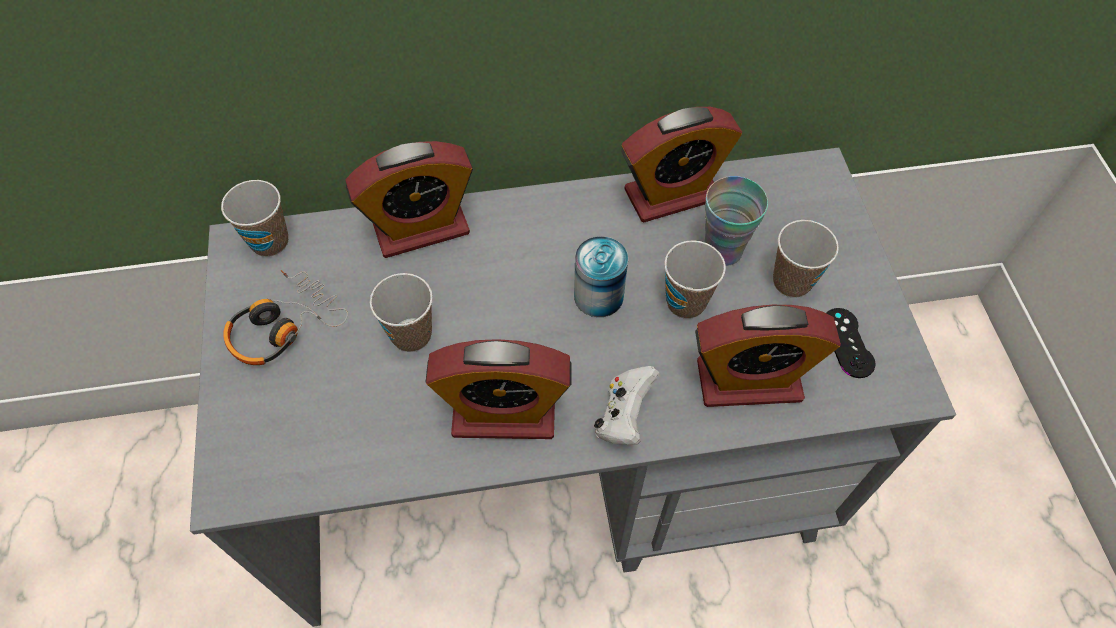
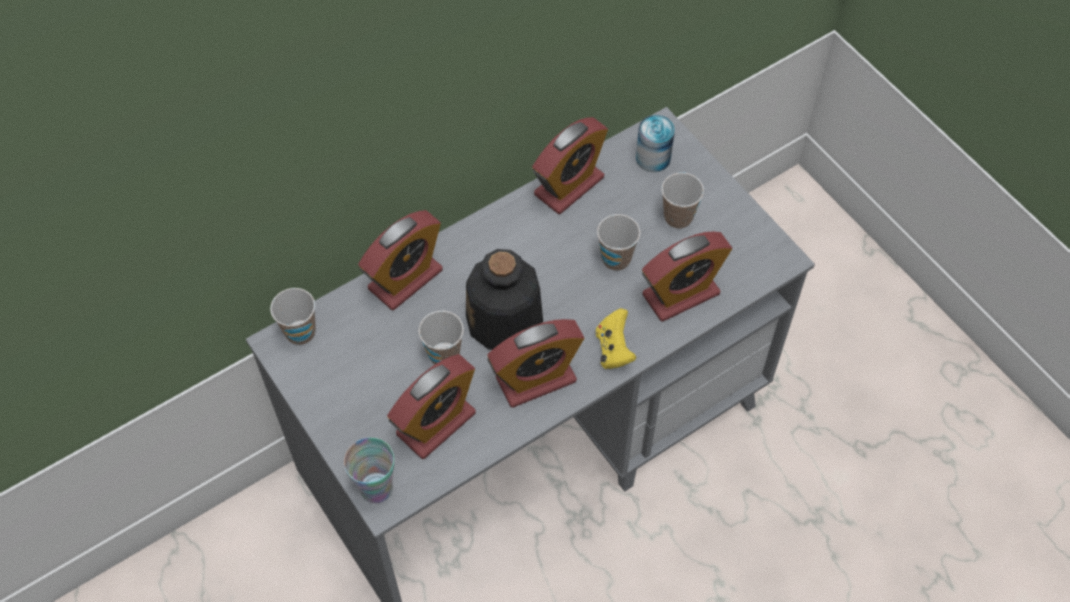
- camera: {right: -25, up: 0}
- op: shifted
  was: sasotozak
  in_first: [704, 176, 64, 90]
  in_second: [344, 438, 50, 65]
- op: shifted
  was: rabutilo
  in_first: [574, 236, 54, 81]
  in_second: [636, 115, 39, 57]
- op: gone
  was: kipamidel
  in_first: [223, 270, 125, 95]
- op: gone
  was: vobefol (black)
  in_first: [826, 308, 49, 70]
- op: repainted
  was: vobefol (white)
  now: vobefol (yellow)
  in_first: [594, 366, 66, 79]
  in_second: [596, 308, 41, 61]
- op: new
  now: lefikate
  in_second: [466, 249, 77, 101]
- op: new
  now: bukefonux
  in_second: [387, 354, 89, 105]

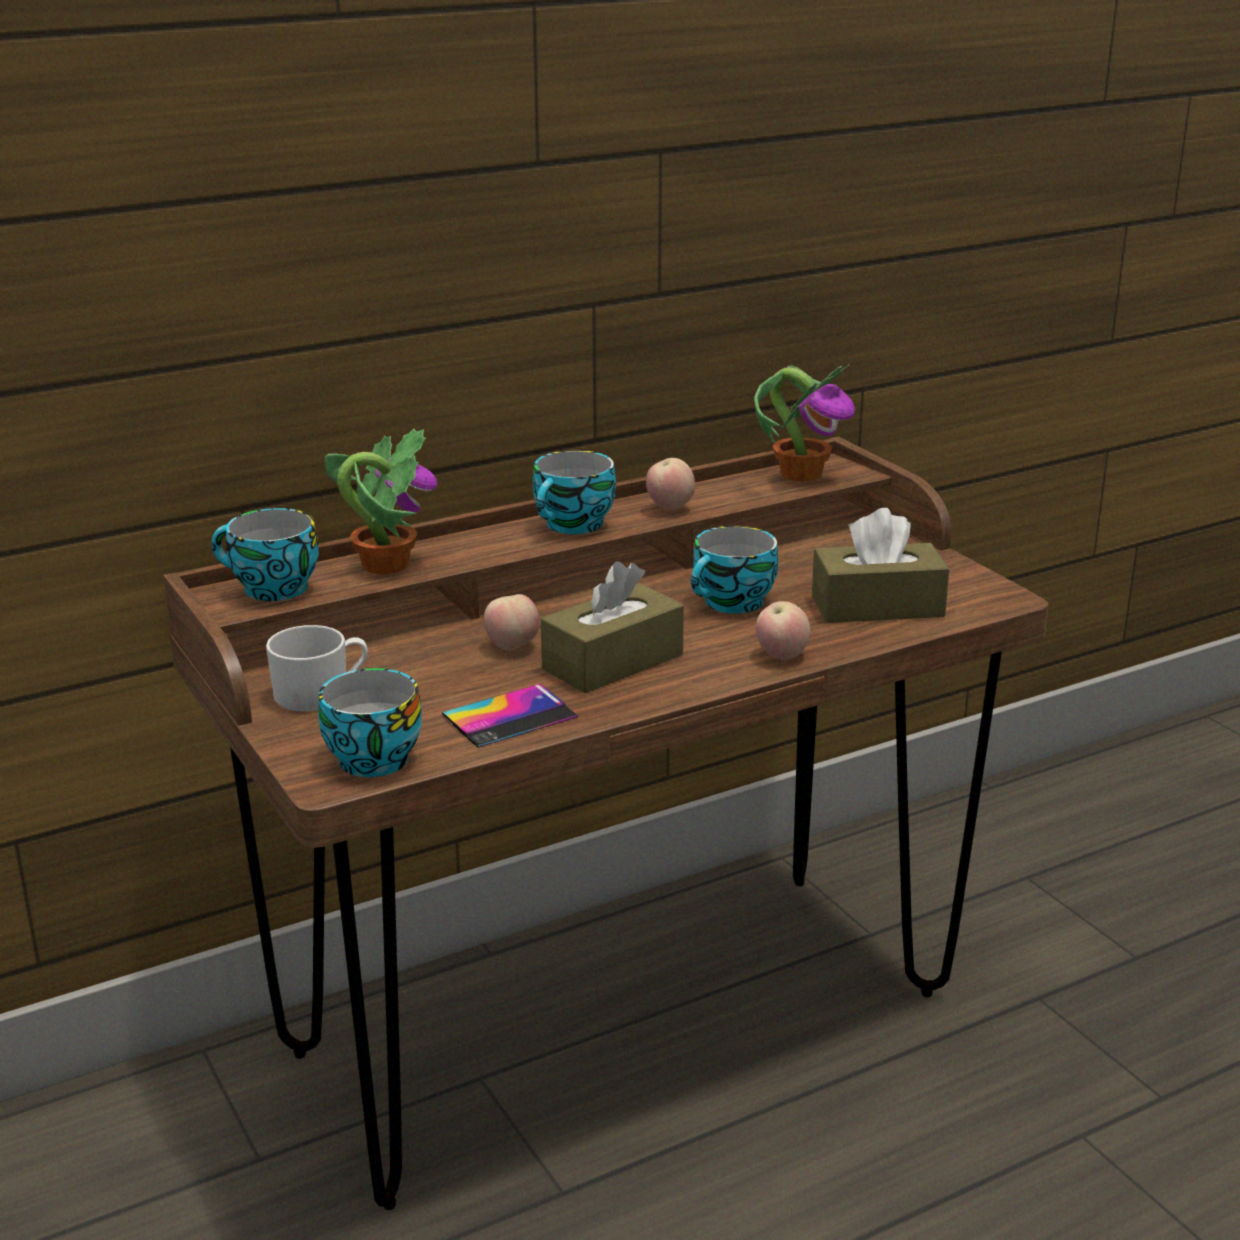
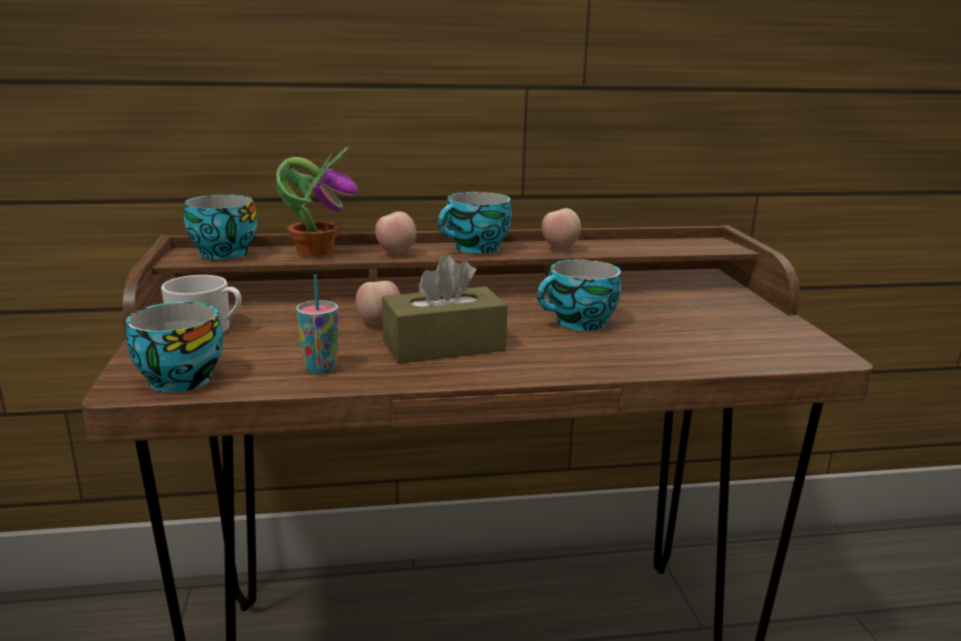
- camera: {right: 20, up: -5}
- op: gone
  was: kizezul
  in_first: [754, 364, 101, 117]
- op: gone
  was: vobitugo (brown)
  in_first: [812, 508, 137, 115]
- op: shifted
  was: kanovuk
  in_first: [756, 601, 55, 59]
  in_second: [375, 211, 41, 43]
- op: swapped
  was: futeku
  now: sasotozak
  in_first: [442, 684, 136, 64]
  in_second: [296, 275, 42, 99]

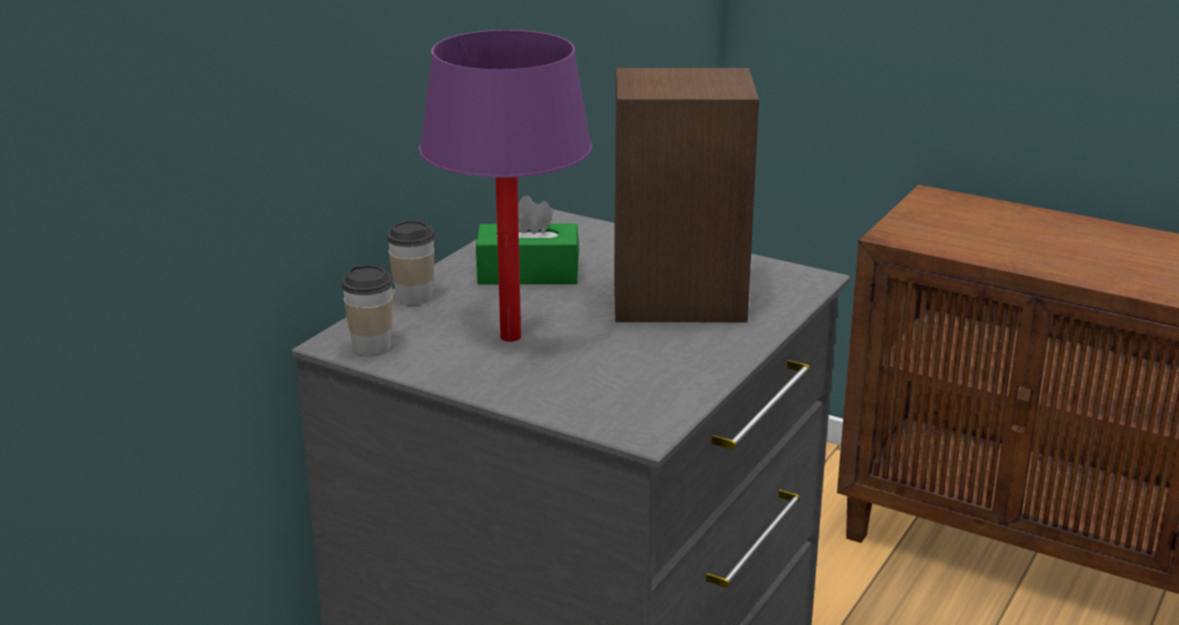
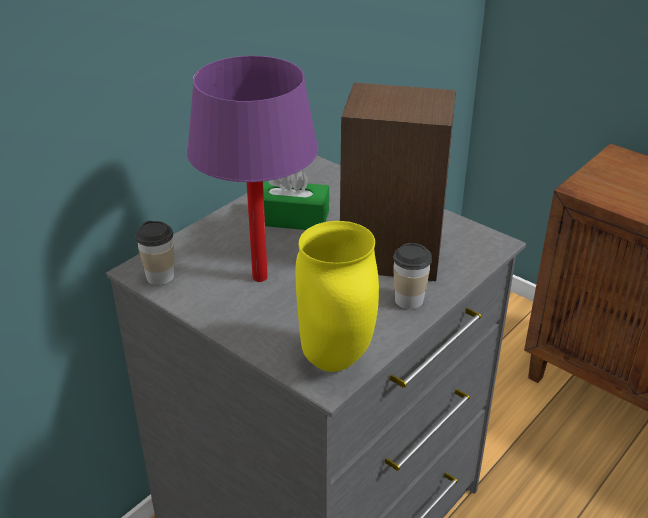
- camera: {right: 10, up: 10}
- op: shifted
  was: sasotozak
  in_first: [387, 221, 48, 84]
  in_second: [393, 243, 39, 66]
- op: new
  now: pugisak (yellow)
  in_second: [296, 221, 83, 151]

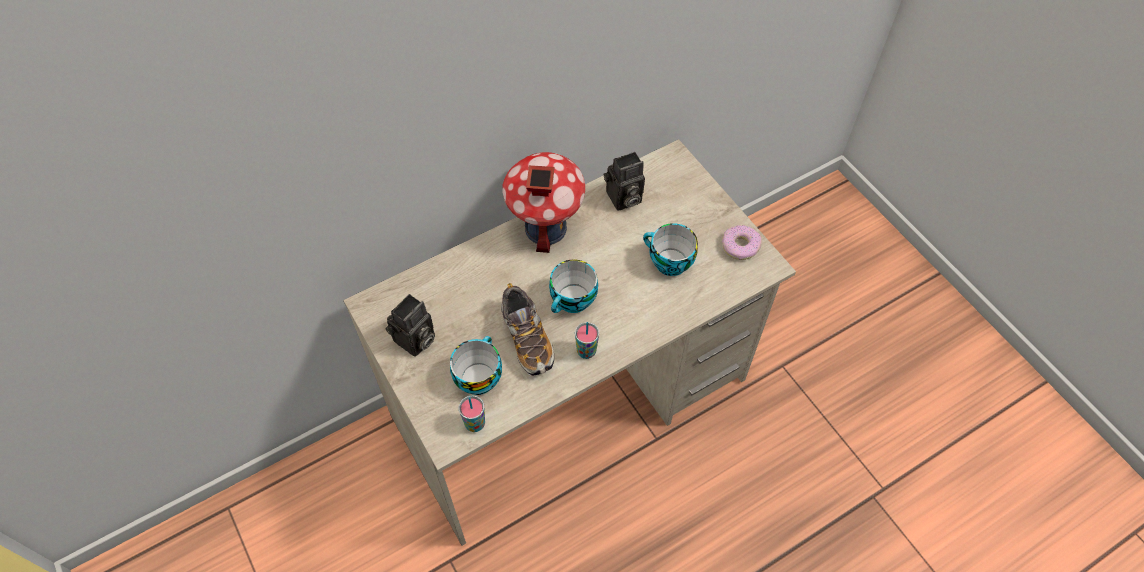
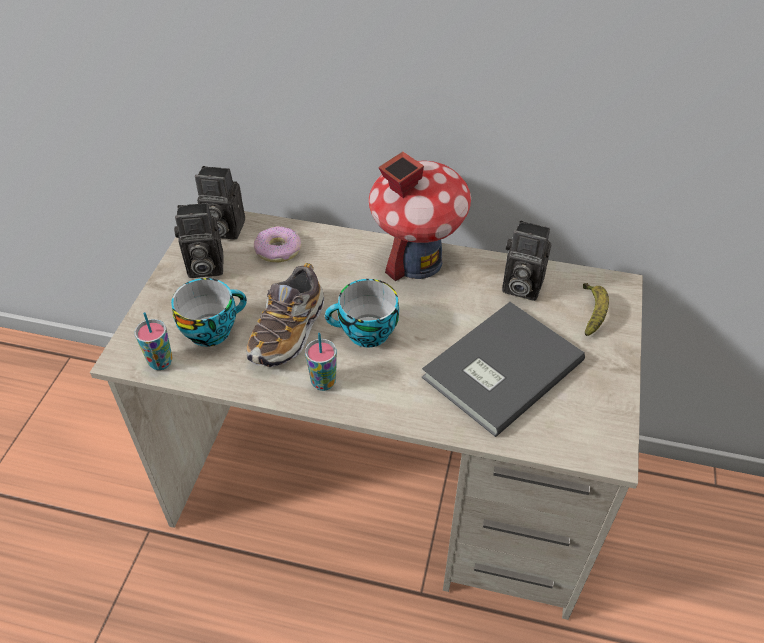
- camera: {right: 45, up: -10}
- op: swapped
  was: sasotozak
  now: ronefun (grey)
  in_first: [643, 223, 55, 53]
  in_second: [422, 302, 163, 135]
- op: shifted
  was: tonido
  in_first: [722, 225, 40, 35]
  in_second: [254, 226, 47, 36]
- op: new
  now: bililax
  in_second: [195, 166, 50, 74]
- op: new
  now: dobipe
  in_second: [583, 283, 26, 53]

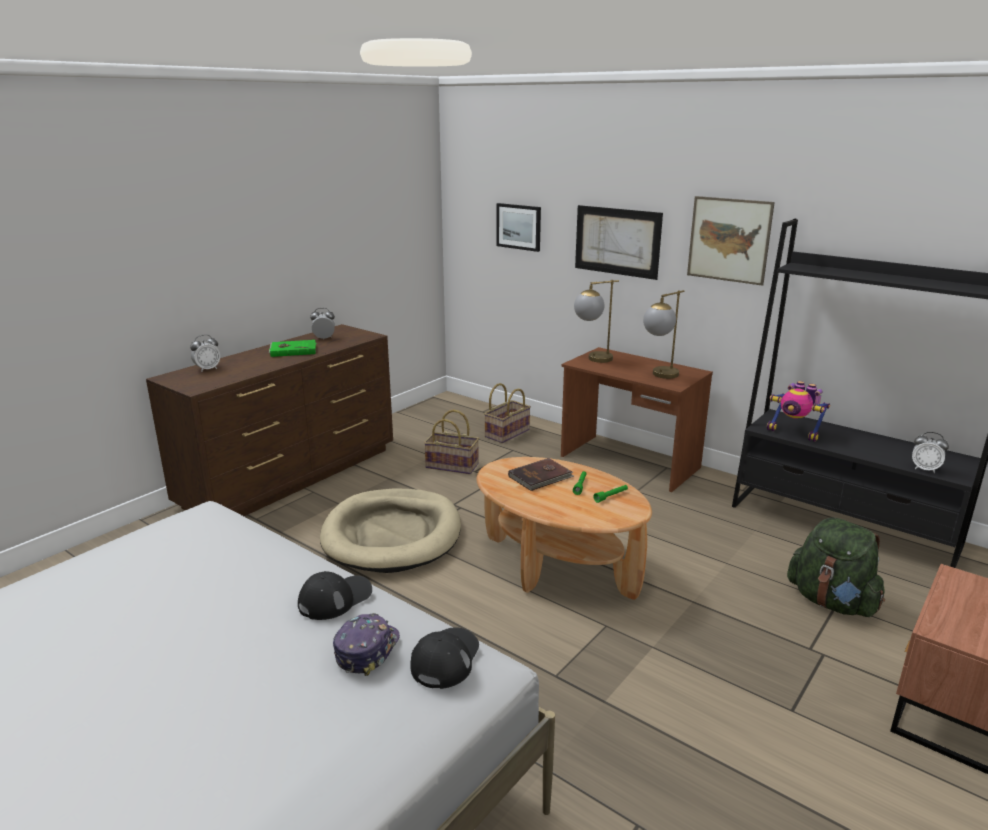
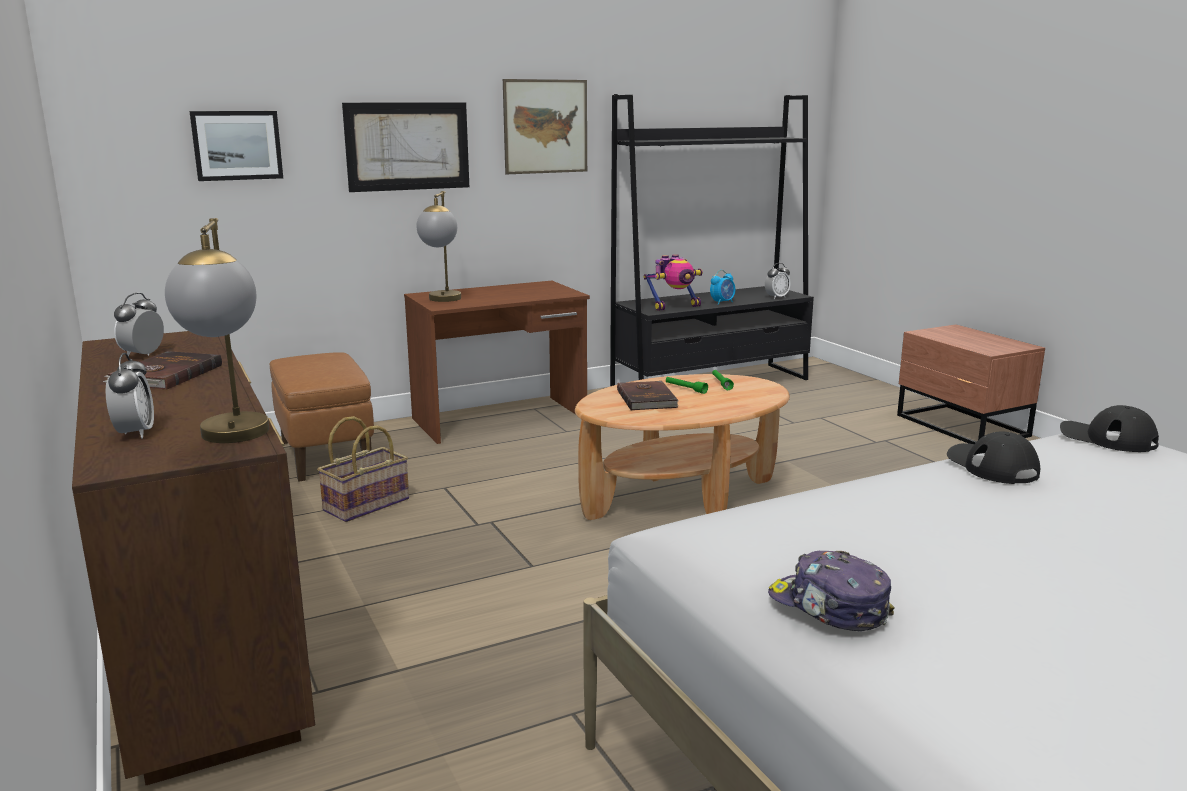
- camera: {right: -65, up: -5}
- op: shifted
  was: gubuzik
  in_first: [643, 290, 41, 89]
  in_second: [165, 218, 104, 225]
- op: repainted
  was: ronefun (green)
  now: ronefun (brown)
  in_first: [269, 340, 47, 17]
  in_second: [103, 351, 119, 39]
- op: swapped
  was: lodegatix
  now: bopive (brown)
  in_first: [484, 383, 47, 60]
  in_second: [270, 352, 104, 129]
- op: gone
  was: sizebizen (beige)
  in_first: [320, 489, 141, 84]
- op: gone
  was: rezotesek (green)
  in_first: [787, 518, 98, 99]
- op: shifted
  was: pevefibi
  in_first: [333, 613, 67, 63]
  in_second: [768, 551, 127, 80]
- op: new
  now: bukefonux
  in_second: [710, 270, 25, 35]

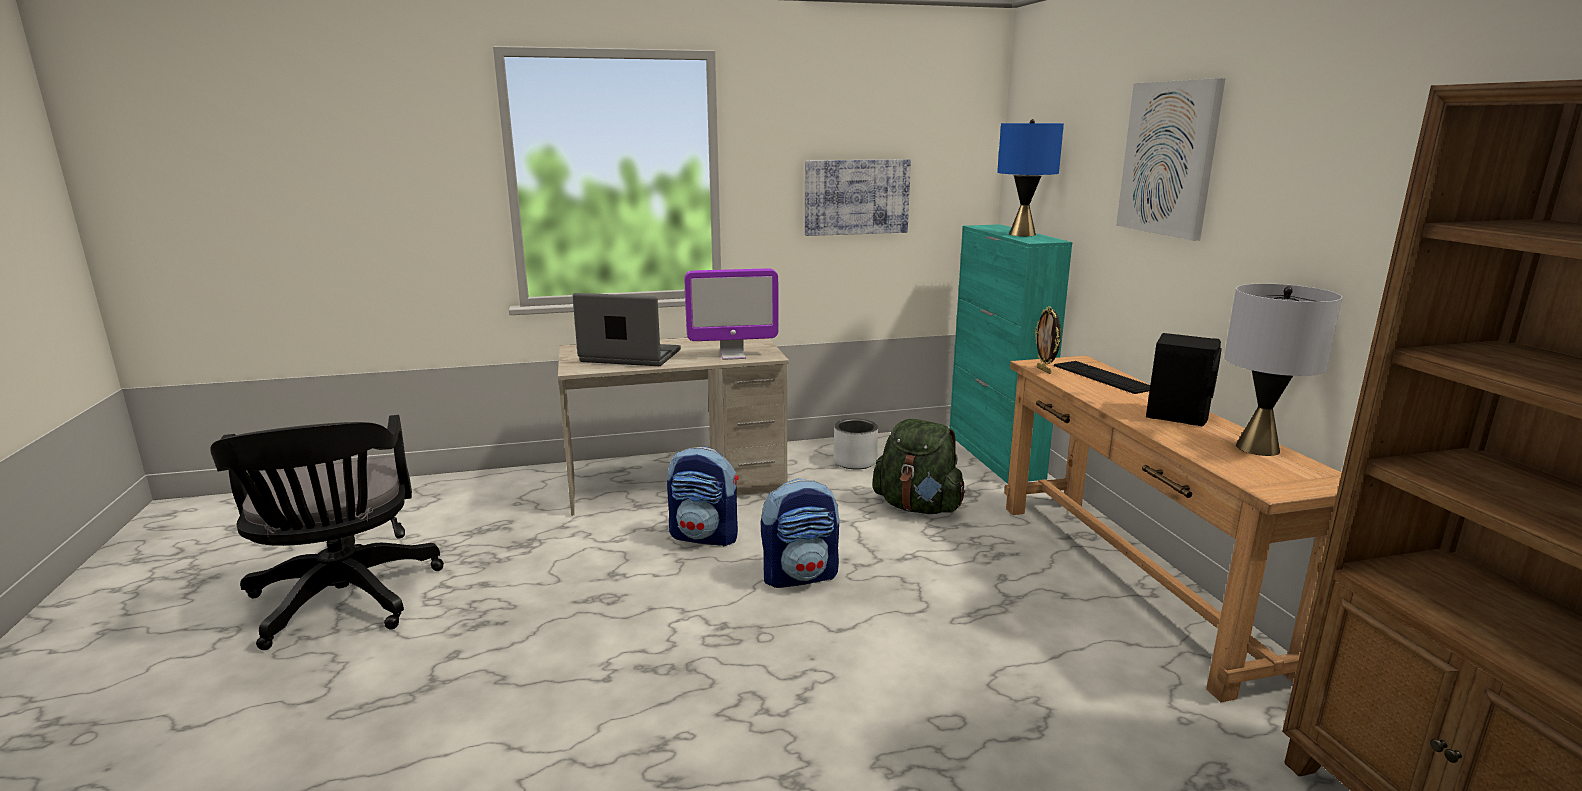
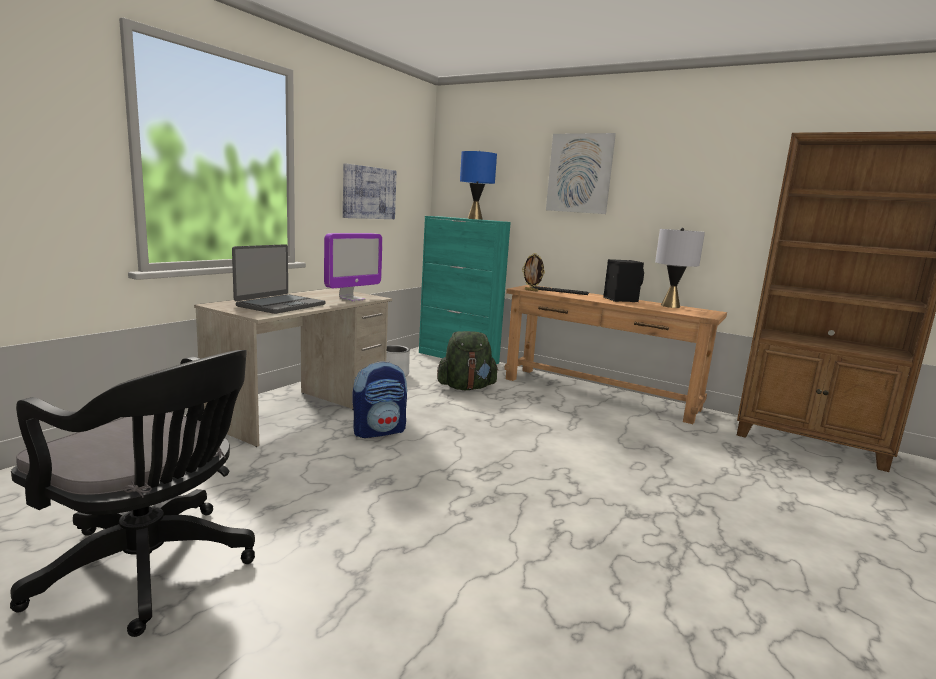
- camera: {right: -45, up: -5}
- op: rotated
  was: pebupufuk
  in_first: [573, 293, 108, 73]
  in_second: [232, 244, 94, 70]
  clockwise: 150
- op: gone
  was: rezotesek
  in_first: [761, 479, 78, 109]

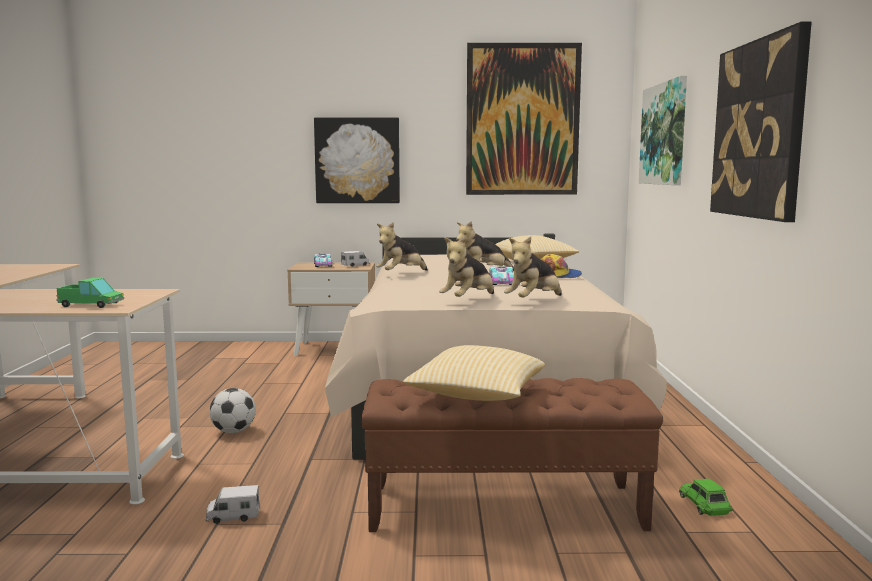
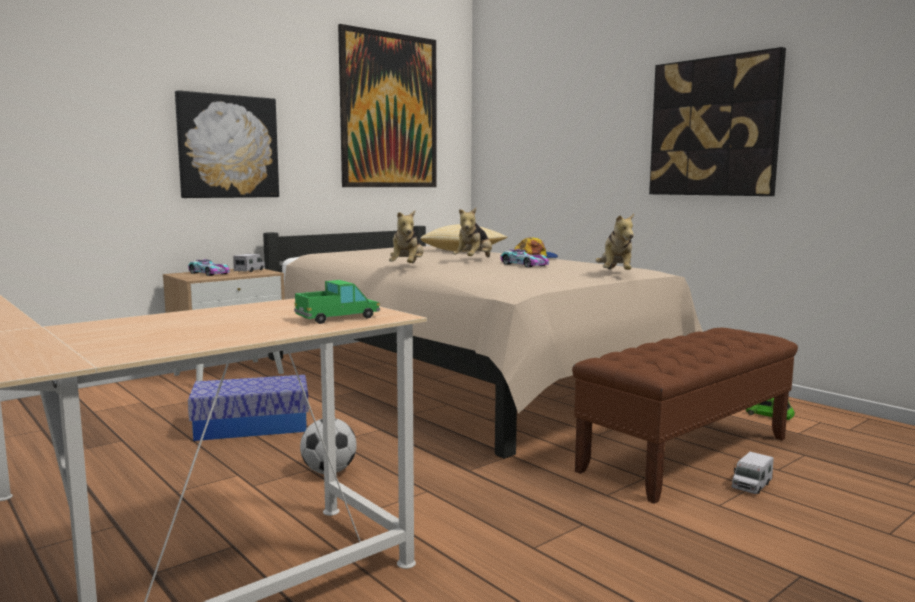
- camera: {right: -40, up: 0}
- op: gone
  was: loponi
  in_first: [639, 76, 48, 109]
- op: gone
  was: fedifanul
  in_first: [439, 236, 55, 61]
- op: gone
  was: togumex
  in_first: [403, 345, 142, 56]
- op: shifted
  was: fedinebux
  in_first: [206, 485, 53, 39]
  in_second: [732, 452, 42, 42]
- op: new
  now: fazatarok
  in_second: [188, 375, 121, 66]

